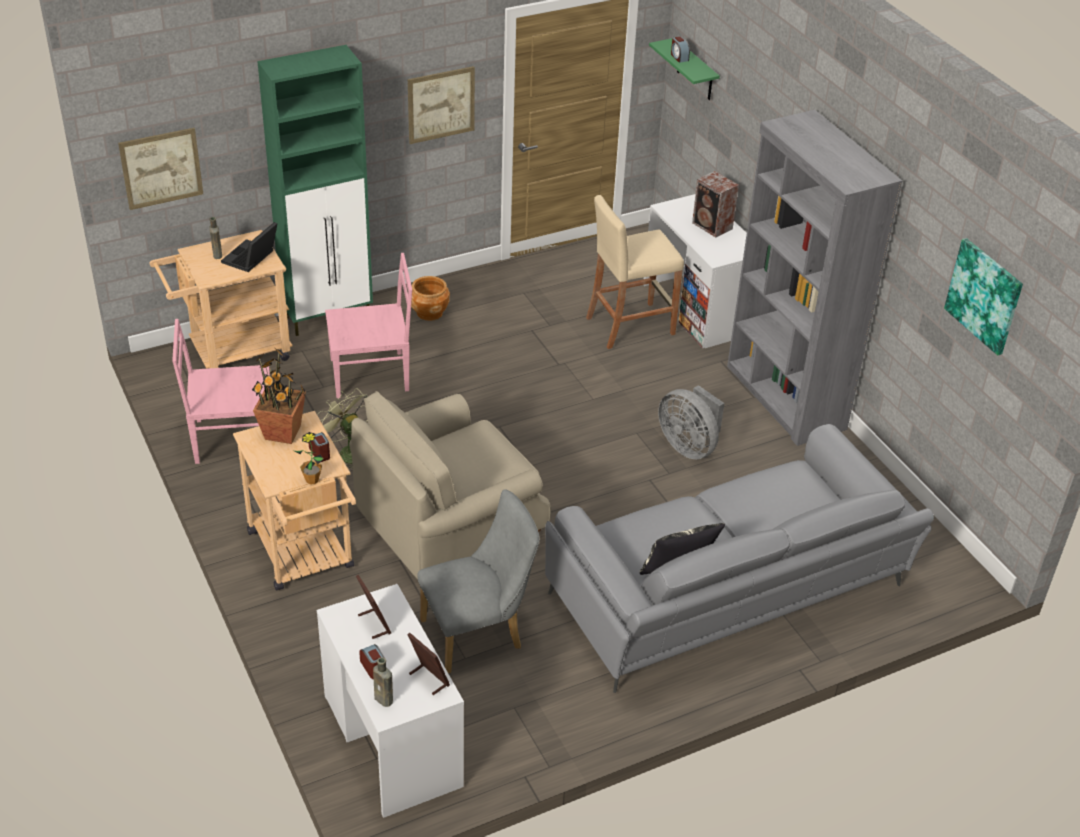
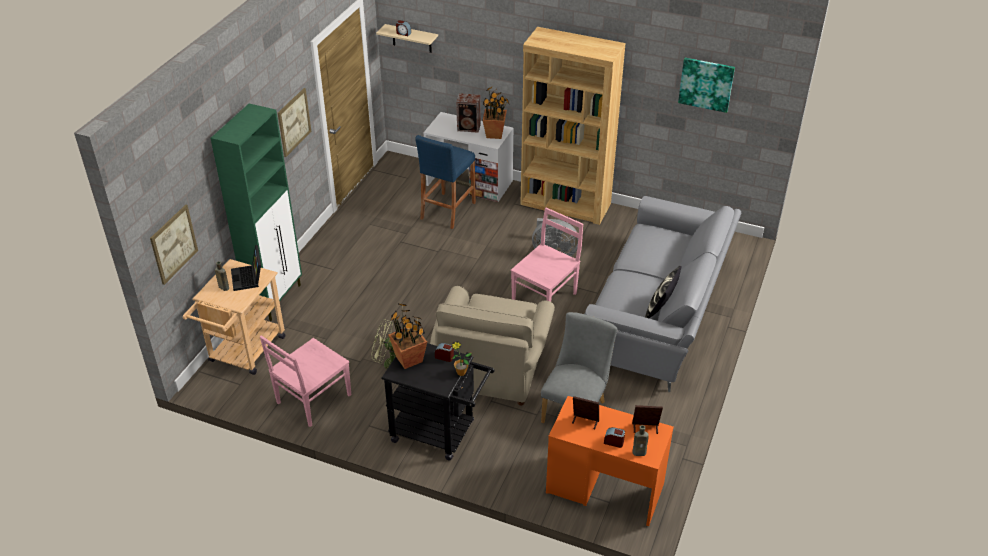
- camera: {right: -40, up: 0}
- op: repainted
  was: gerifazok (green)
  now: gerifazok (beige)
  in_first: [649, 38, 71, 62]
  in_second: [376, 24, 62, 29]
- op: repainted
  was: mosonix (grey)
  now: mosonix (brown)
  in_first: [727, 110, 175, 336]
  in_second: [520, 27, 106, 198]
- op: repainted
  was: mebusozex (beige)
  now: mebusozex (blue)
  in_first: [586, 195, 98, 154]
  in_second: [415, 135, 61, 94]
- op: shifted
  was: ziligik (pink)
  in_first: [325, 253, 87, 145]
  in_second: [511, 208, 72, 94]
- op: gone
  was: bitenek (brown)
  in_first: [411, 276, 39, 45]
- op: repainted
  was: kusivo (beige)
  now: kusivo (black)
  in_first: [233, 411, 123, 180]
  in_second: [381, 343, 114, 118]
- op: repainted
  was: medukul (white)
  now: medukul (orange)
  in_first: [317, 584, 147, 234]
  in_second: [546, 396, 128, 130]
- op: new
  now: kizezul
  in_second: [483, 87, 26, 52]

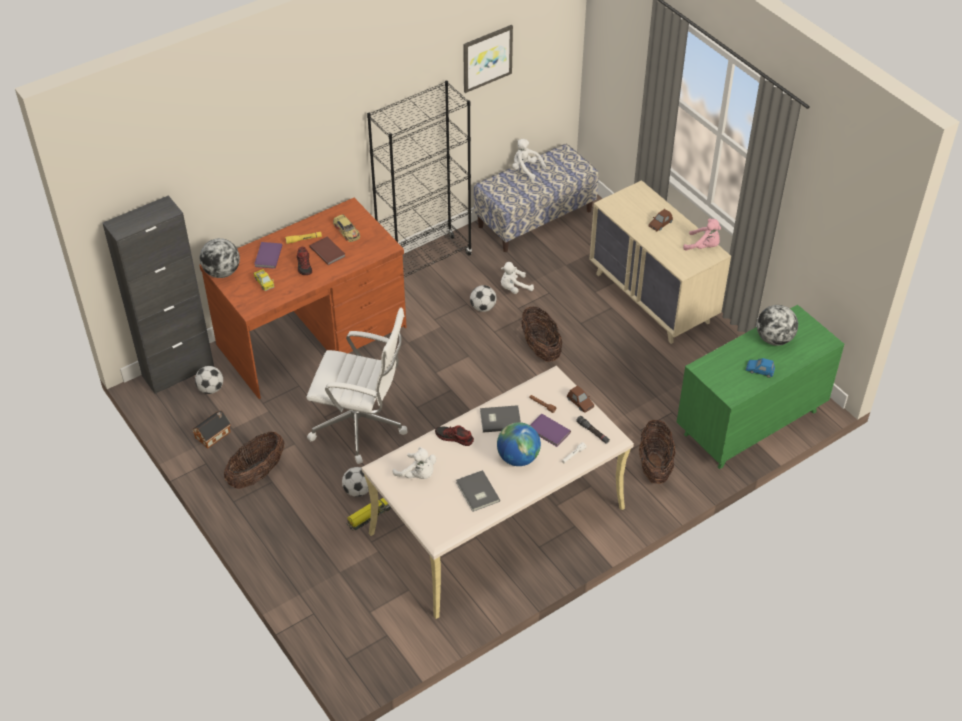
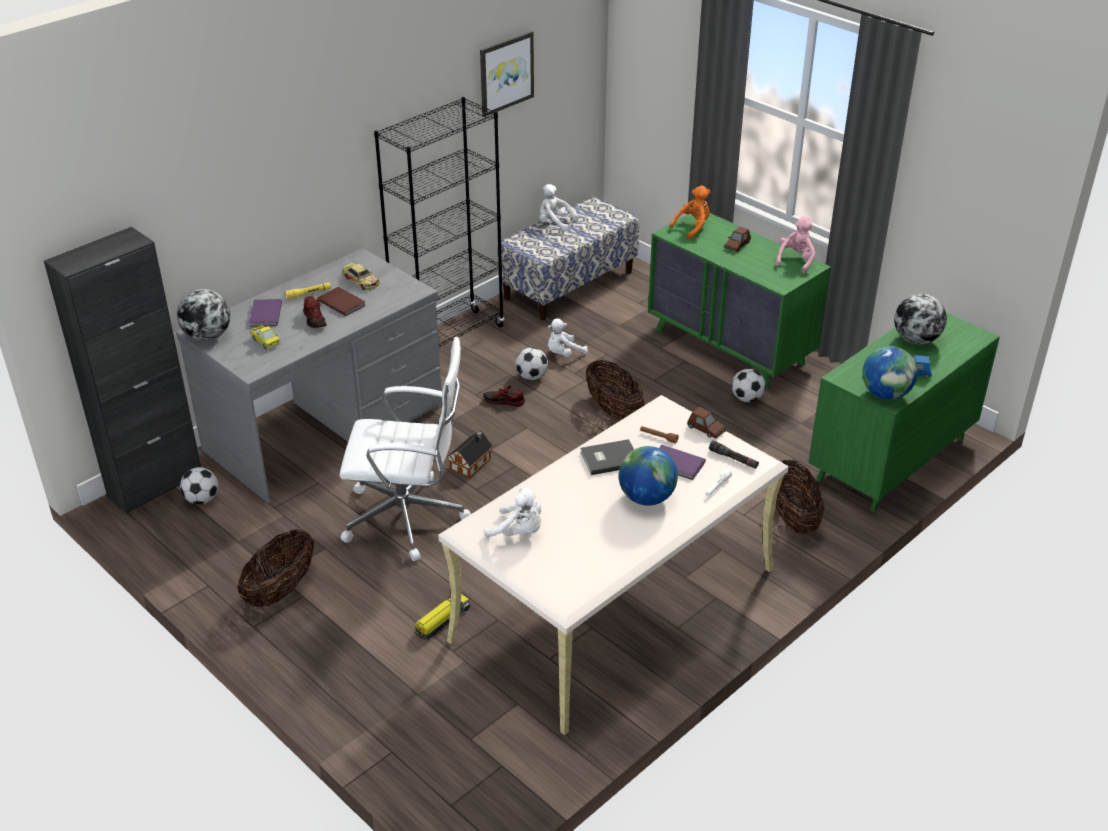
- camera: {right: -10, up: -10}
- op: repainted
  was: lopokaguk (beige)
  now: lopokaguk (green)
  in_first: [589, 180, 142, 164]
  in_second: [648, 213, 183, 176]
- op: repainted
  was: medukul (brown)
  now: medukul (grey)
  in_first: [199, 198, 207, 201]
  in_second: [176, 248, 266, 256]
- op: rotated
  was: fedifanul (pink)
  in_first: [683, 218, 38, 33]
  in_second: [775, 217, 40, 57]
  clockwise: -75
- op: shifted
  was: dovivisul
  in_first: [193, 410, 38, 39]
  in_second: [447, 431, 46, 47]
- op: shifted
  was: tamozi
  in_first: [435, 425, 39, 21]
  in_second: [483, 385, 42, 22]
- op: shifted
  was: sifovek
  in_first: [342, 467, 27, 30]
  in_second: [732, 369, 34, 33]
- op: gone
  was: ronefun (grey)
  in_first: [456, 470, 44, 42]
- op: new
  now: fedifanul (orange)
  in_second: [669, 186, 41, 54]
- op: new
  now: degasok
  in_second: [862, 346, 55, 54]

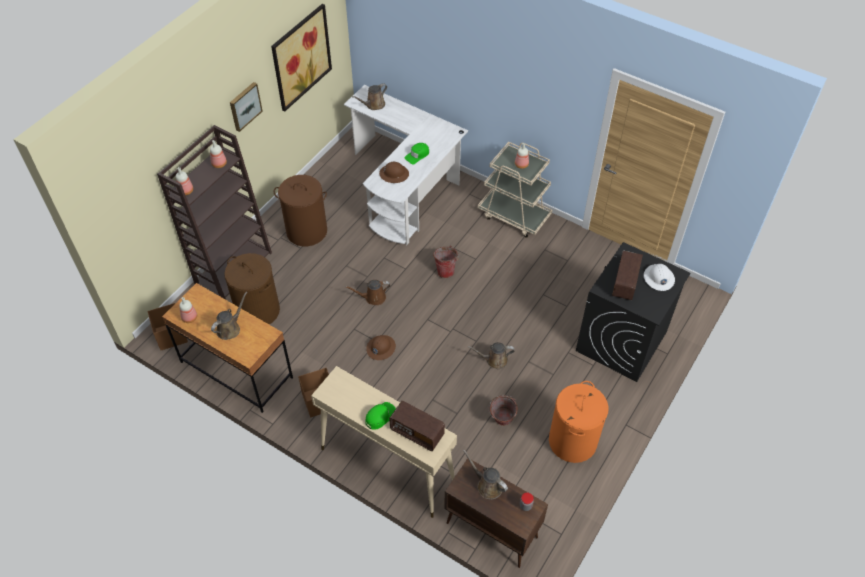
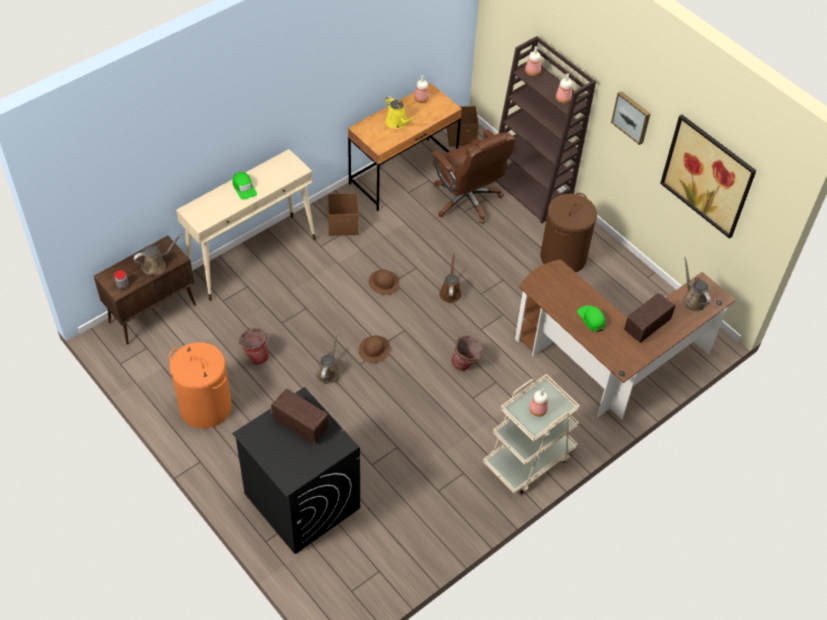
- camera: {right: 105, up: 0}
- op: repainted
  was: medukul (white)
  now: medukul (brown)
  in_first: [344, 85, 124, 160]
  in_second: [515, 259, 221, 160]
- op: shifted
  was: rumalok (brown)
  in_first: [379, 162, 30, 21]
  in_second: [358, 335, 32, 28]
- op: swapped
  was: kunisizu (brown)
  now: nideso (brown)
  in_first: [224, 253, 56, 71]
  in_second: [432, 130, 83, 94]
- op: gone
  was: rumalok (white)
  in_first: [644, 264, 31, 27]
- op: repainted
  was: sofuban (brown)
  now: sofuban (yellow)
  in_first: [211, 292, 37, 48]
  in_second: [386, 96, 29, 33]
- op: shifted
  was: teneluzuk
  in_first: [389, 401, 56, 50]
  in_second: [624, 292, 52, 51]

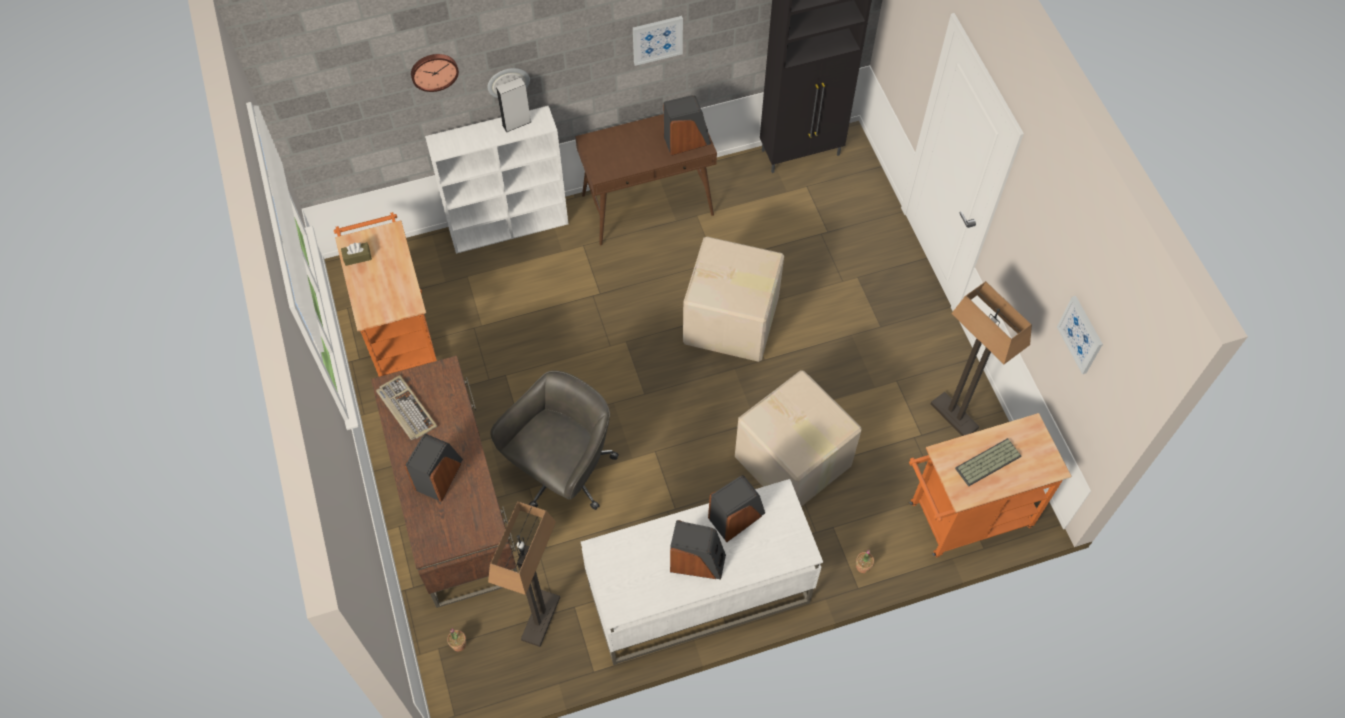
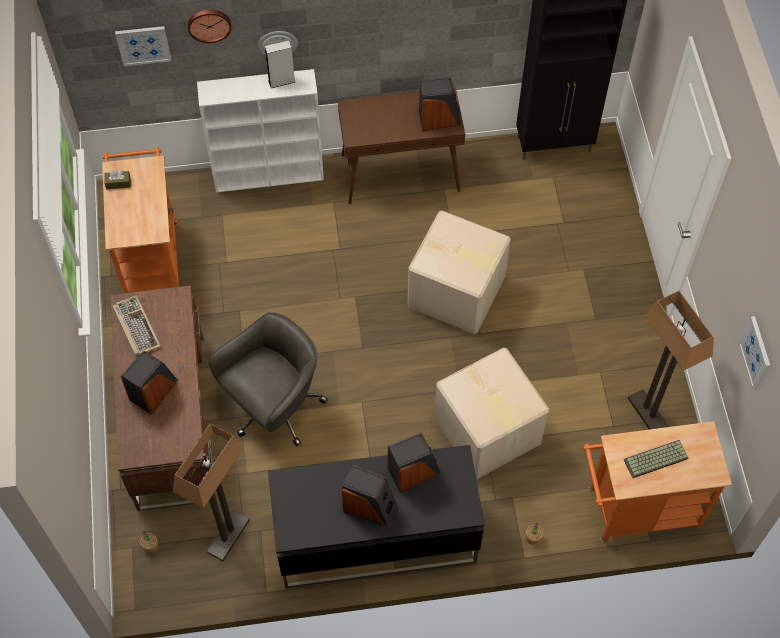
- camera: {right: 10, up: 0}
- op: shifted
  was: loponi
  in_first: [633, 16, 50, 50]
  in_second: [115, 26, 56, 40]
- op: repainted
  was: medukul (white)
  now: medukul (black)
  in_first: [581, 479, 242, 186]
  in_second: [268, 445, 217, 144]

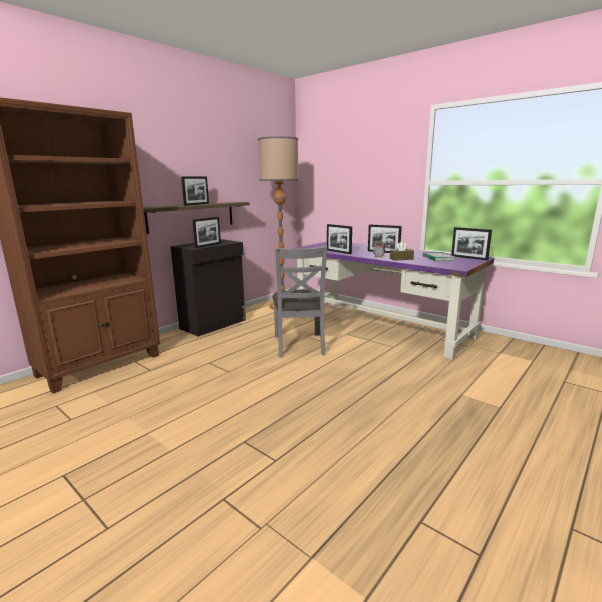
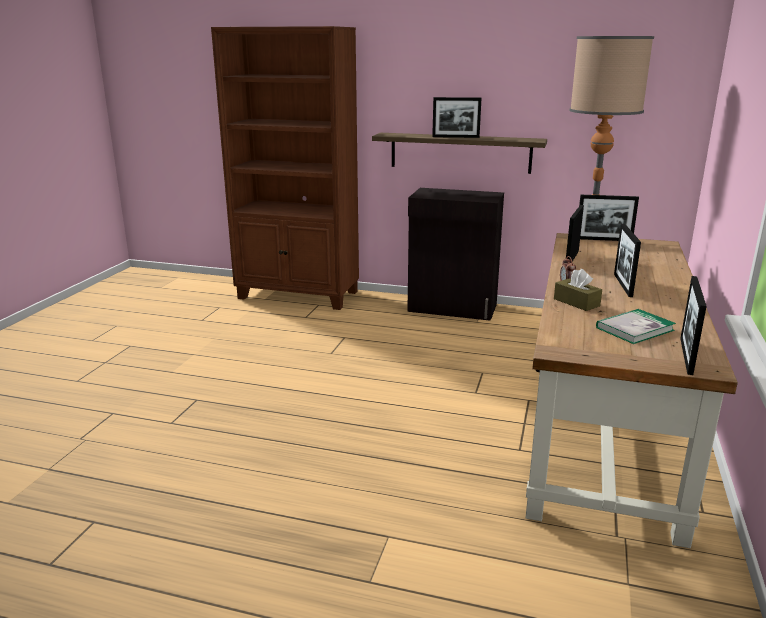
- camera: {right: 65, up: 5}
- op: shifted
  was: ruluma
  in_first: [192, 217, 29, 31]
  in_second: [579, 195, 60, 46]
- op: repainted
  was: medukul (purple)
  now: medukul (brown)
  in_first: [292, 242, 202, 118]
  in_second: [526, 233, 212, 315]
- op: gone
  was: ziligik (grey)
  in_first: [272, 246, 55, 112]

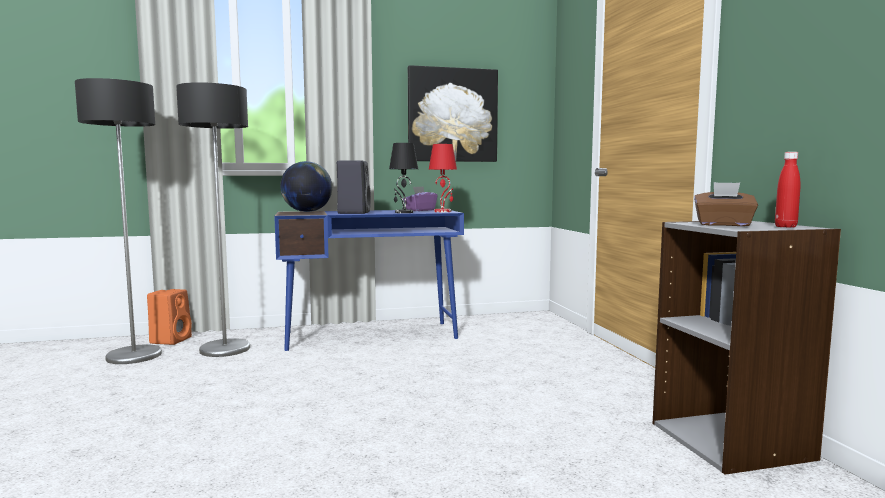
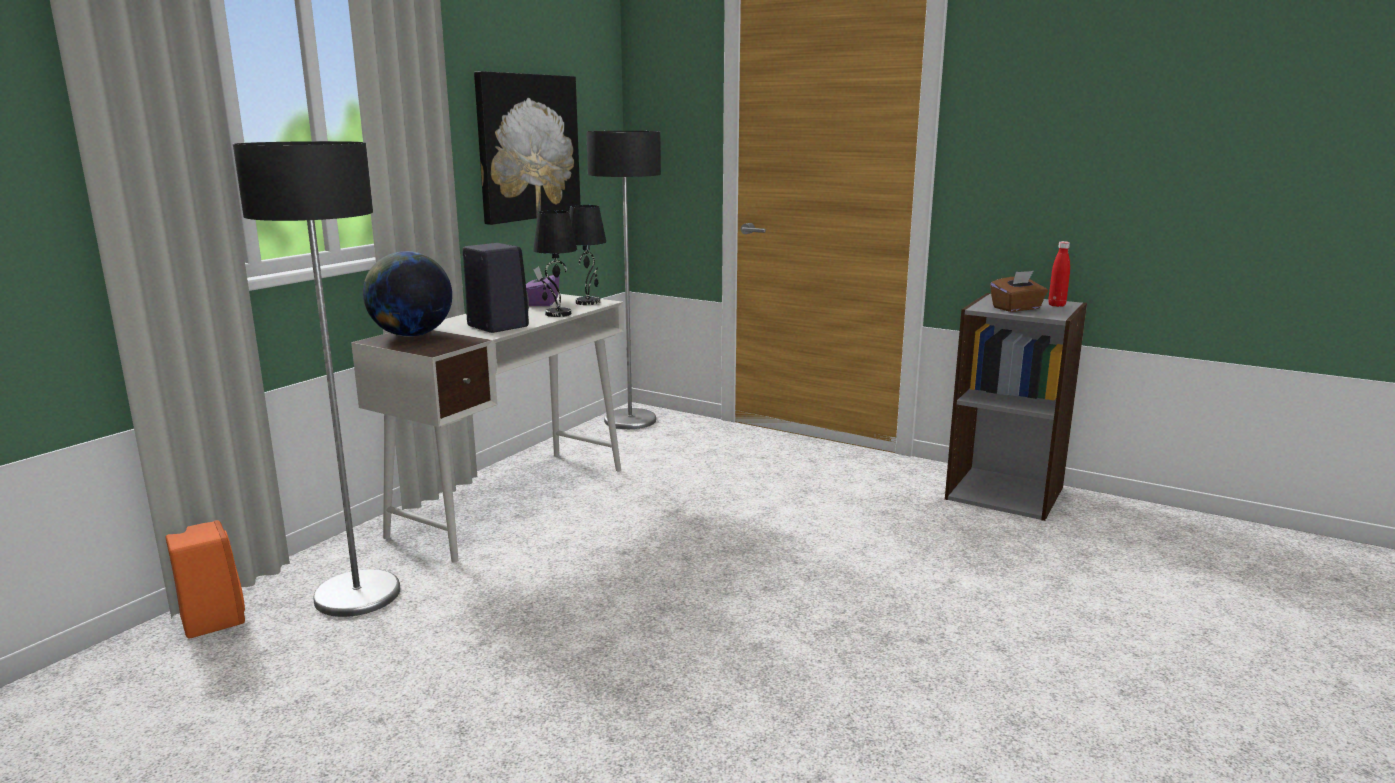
- camera: {right: -45, up: 10}
- op: shifted
  was: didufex
  in_first: [75, 78, 87, 286]
  in_second: [586, 131, 75, 298]
- op: repainted
  was: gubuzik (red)
  now: gubuzik (black)
  in_first: [429, 144, 28, 68]
  in_second: [569, 205, 37, 100]
- op: repainted
  was: medukul (blue)
  now: medukul (white)
  in_first: [274, 210, 190, 141]
  in_second: [351, 294, 273, 268]

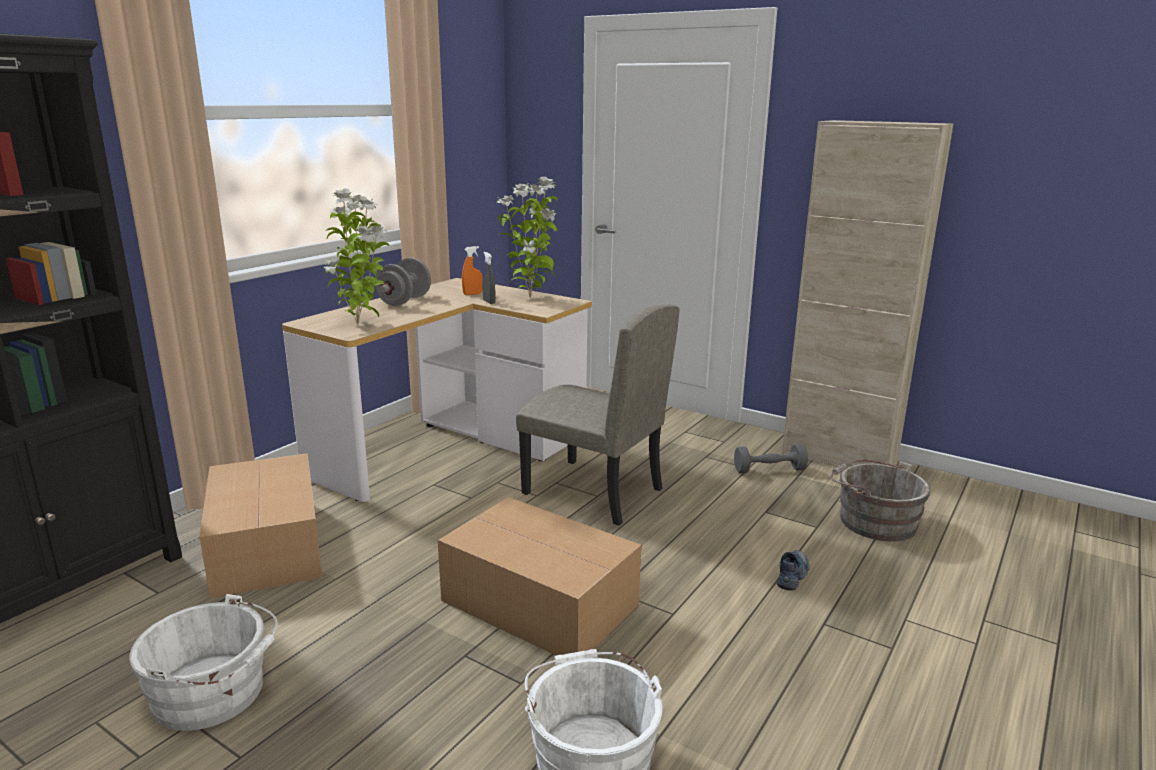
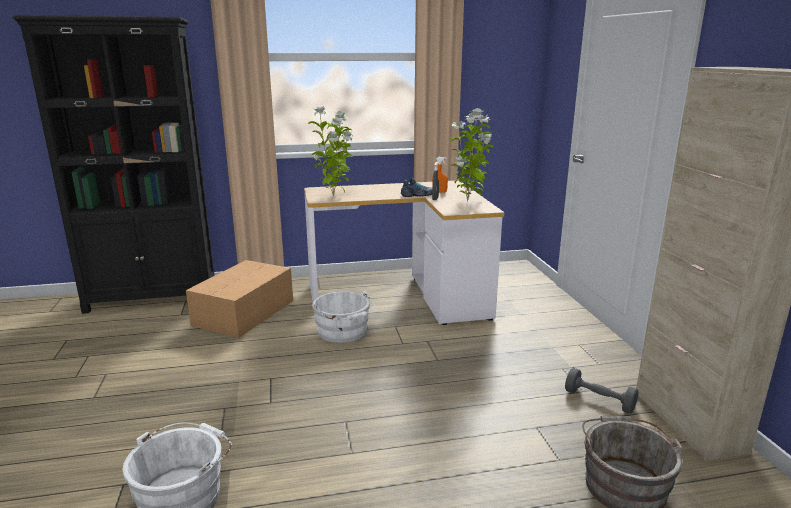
- camera: {right: 45, up: 0}
- op: gone
  was: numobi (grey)
  in_first: [375, 258, 56, 48]
- op: gone
  was: ziligik (beige)
  in_first: [516, 304, 164, 222]
- op: gone
  was: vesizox
  in_first: [438, 497, 203, 158]
- op: shifted
  was: tamozi
  in_first: [777, 550, 33, 40]
  in_second: [401, 178, 31, 19]
- op: shifted
  was: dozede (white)
  in_first: [130, 594, 147, 137]
  in_second: [312, 291, 63, 52]

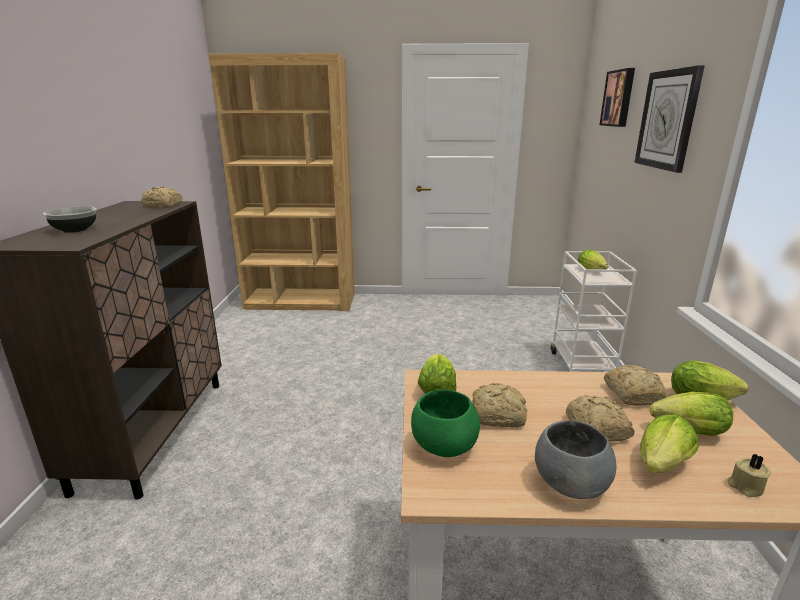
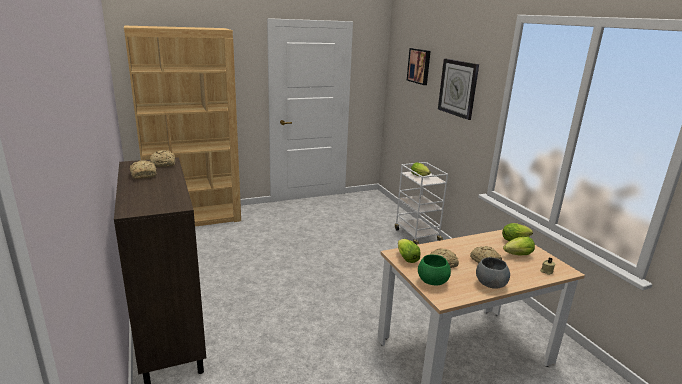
- camera: {right: -25, up: 0}
- op: gone
  was: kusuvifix
  in_first: [43, 207, 54, 26]
- op: shifted
  was: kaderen
  in_first: [604, 365, 62, 41]
  in_second: [130, 160, 26, 19]
- op: gone
  was: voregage
  in_first: [640, 414, 59, 60]

